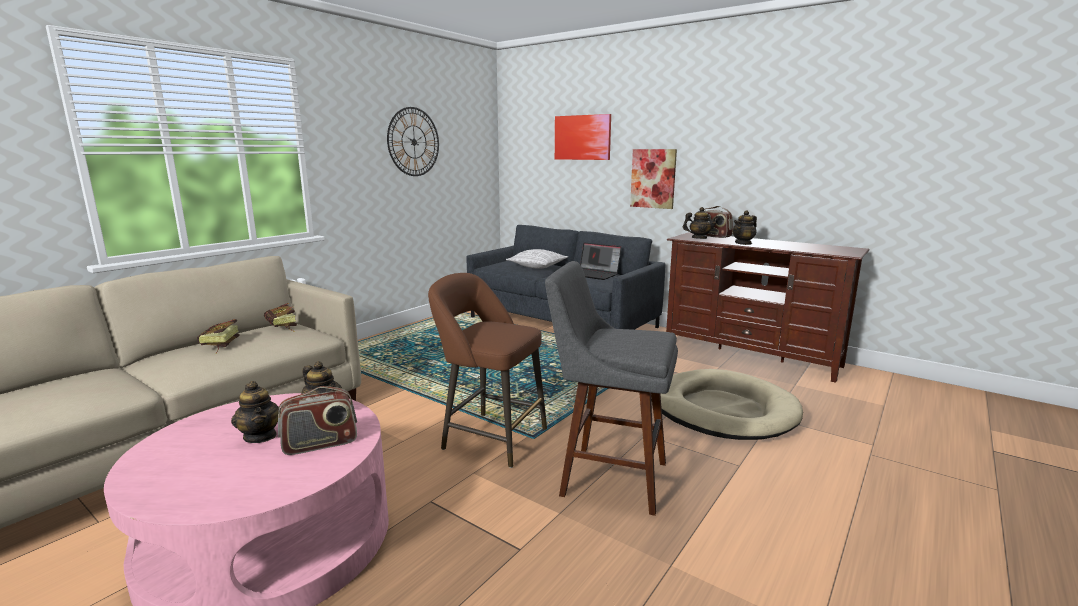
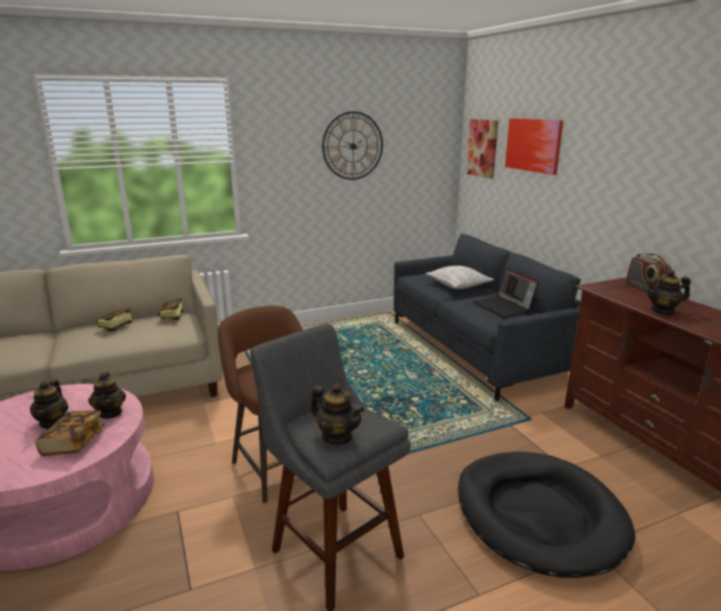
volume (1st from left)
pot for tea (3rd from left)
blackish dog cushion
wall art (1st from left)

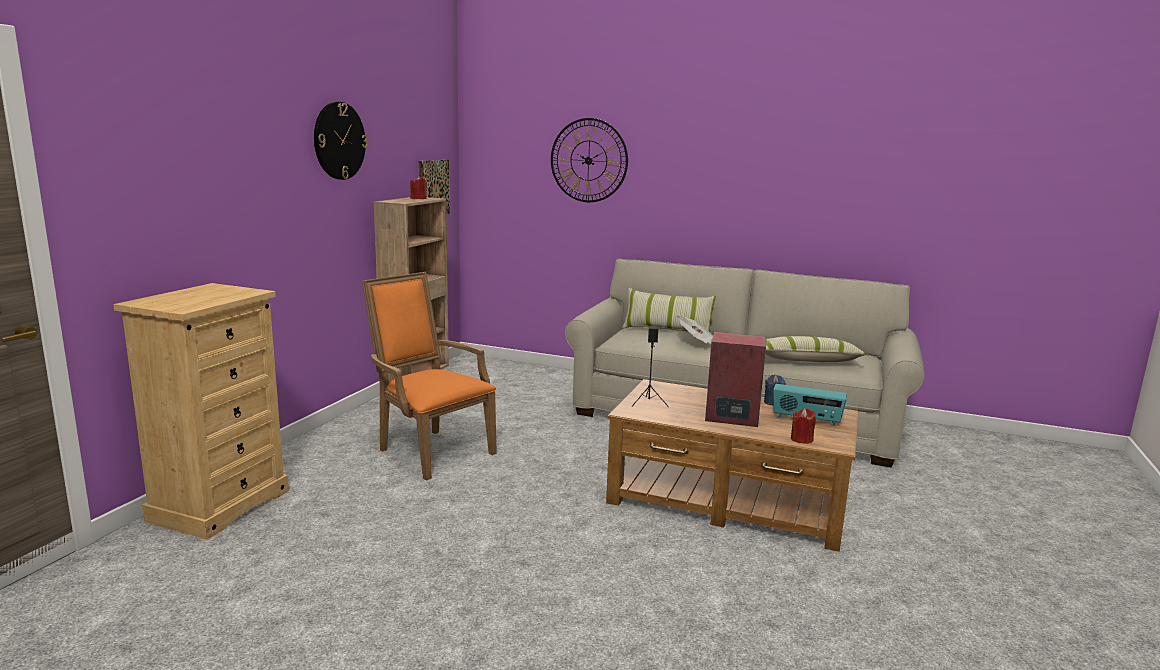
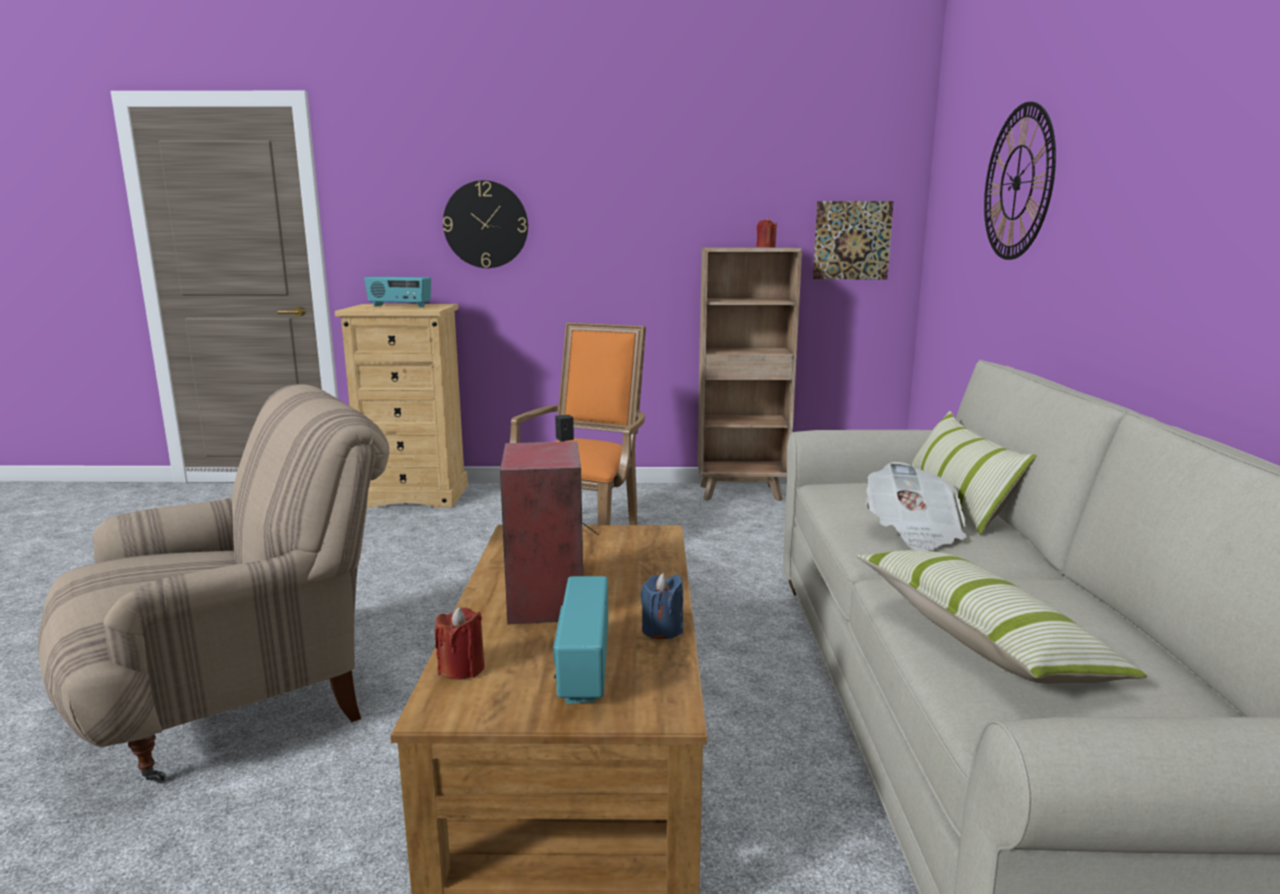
sand-coloured easy chair
radio (1st from left)
clock on the wall (1st from left)

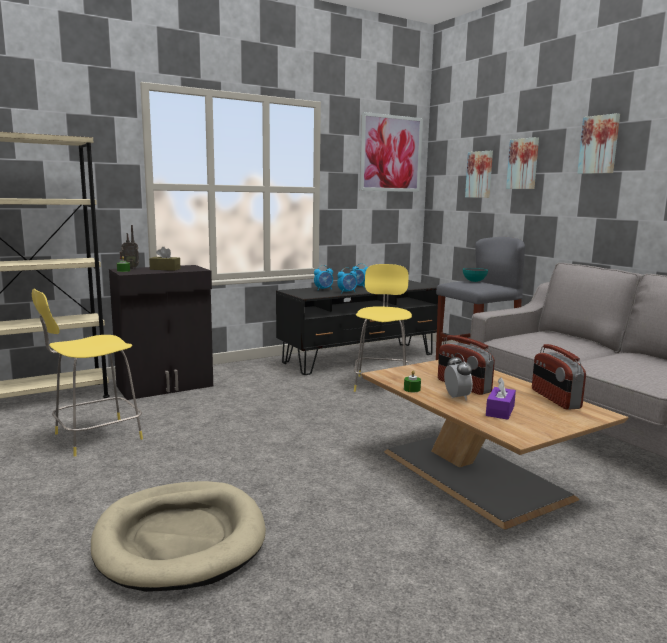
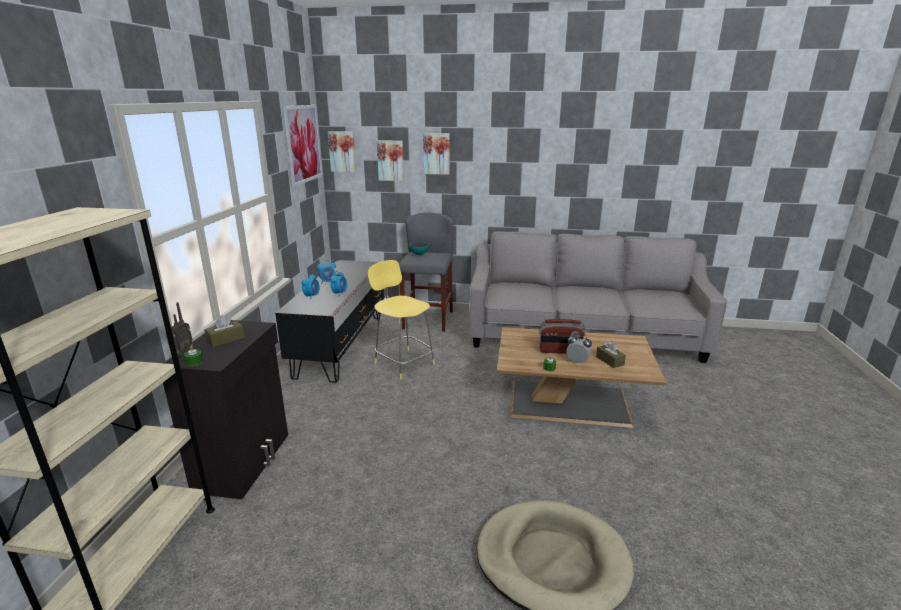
wall art (2nd from left)
brown-coloured tissue holder (2nd from left)
yellow stool seat (1st from left in the first image)
radio (3rd from left in the first image)

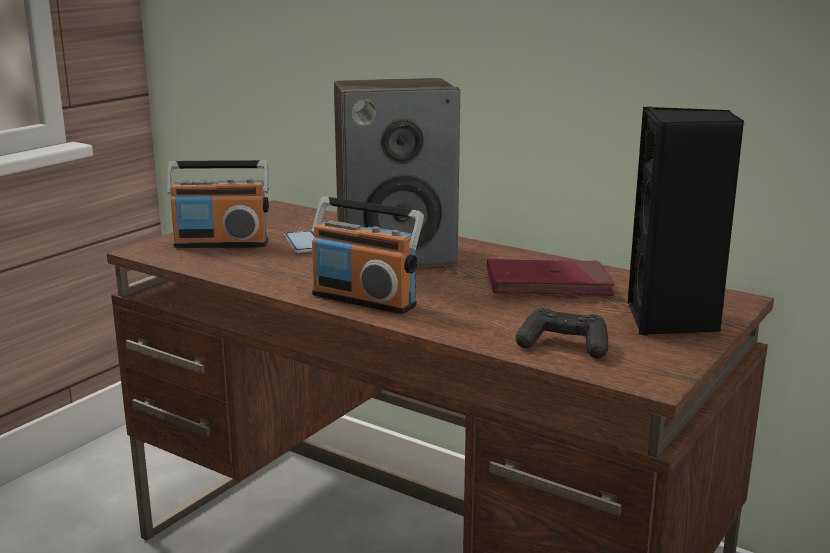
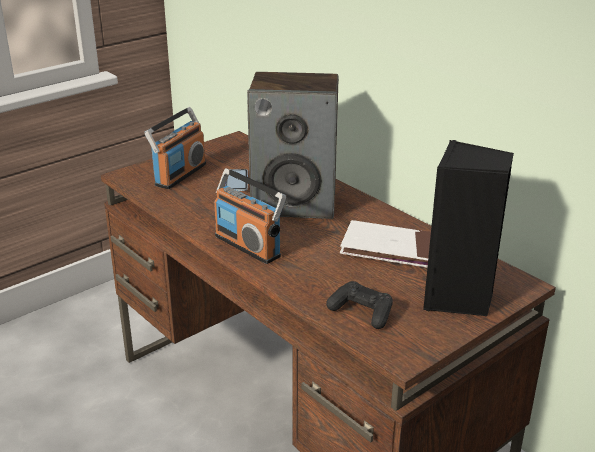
radio (1st from left)
whitish volume

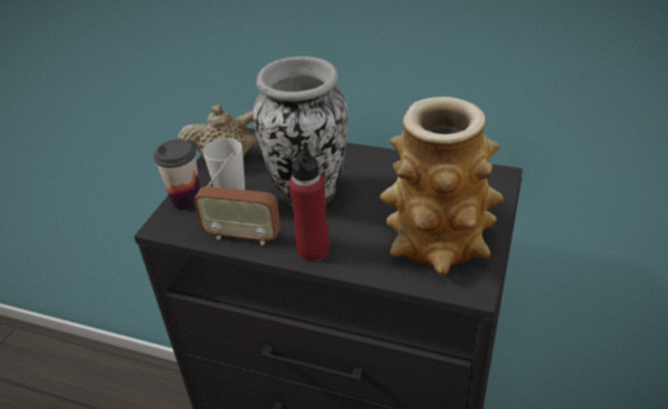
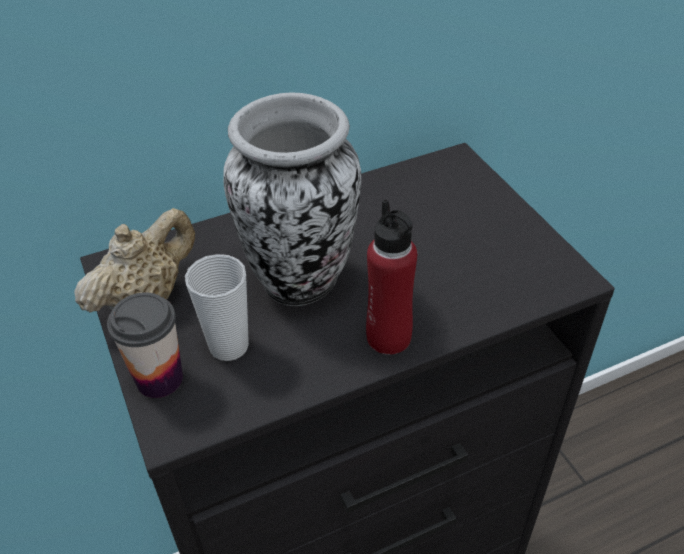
radio
vase (2nd from left in the first image)

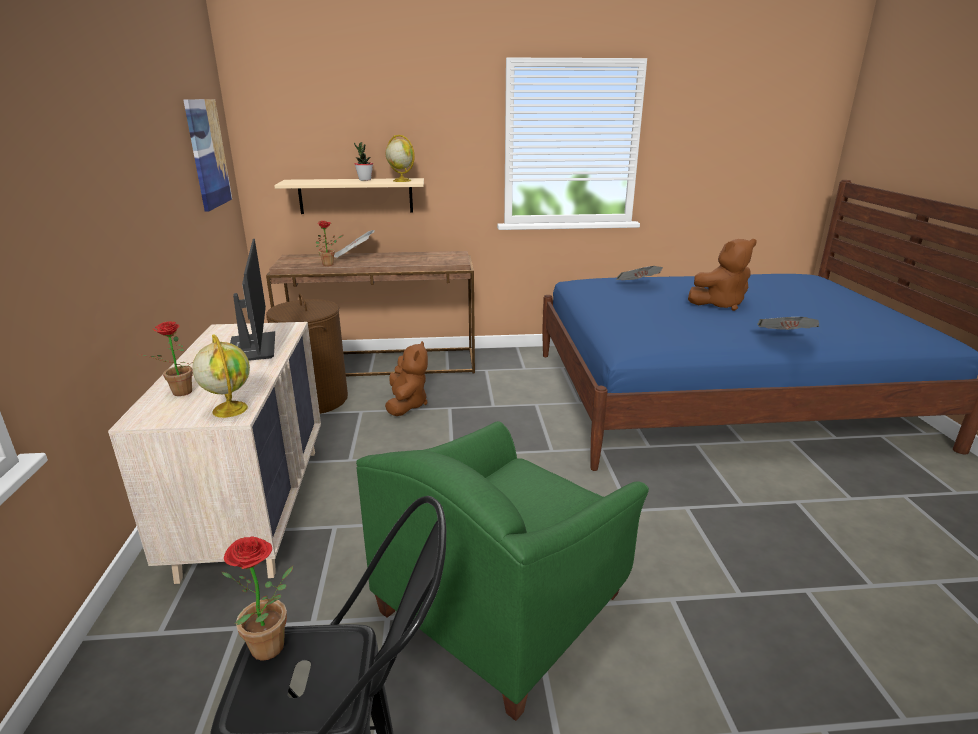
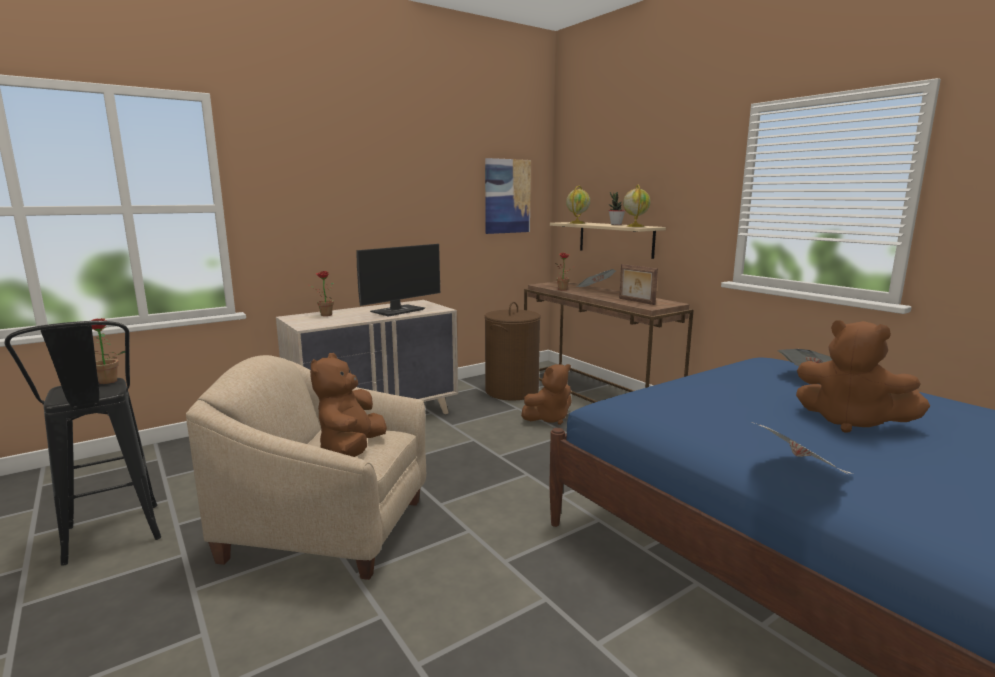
sand-coloured easy chair
brown-coloured soft toy (1st from left)
globe (1st from left)
picture frame

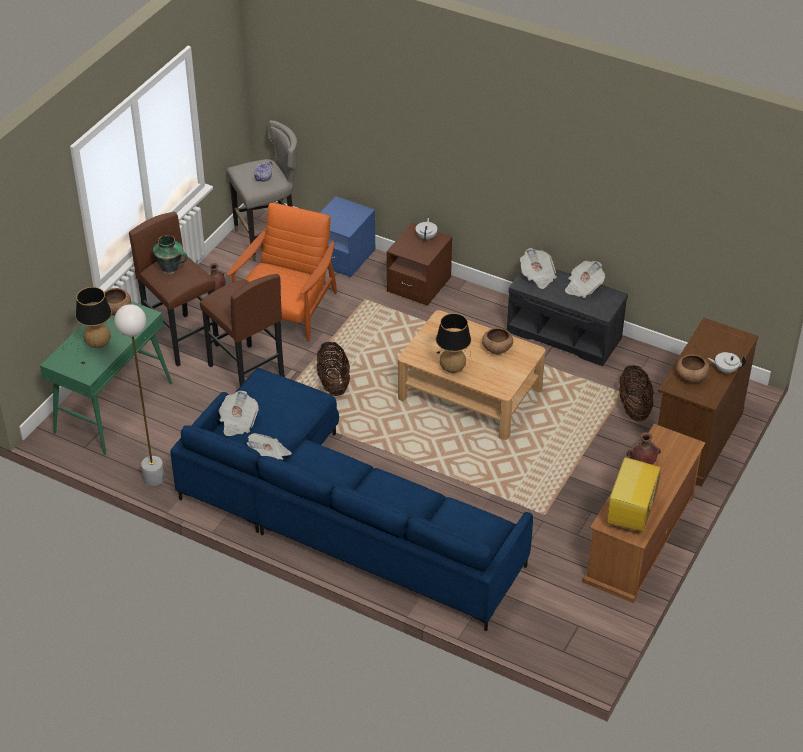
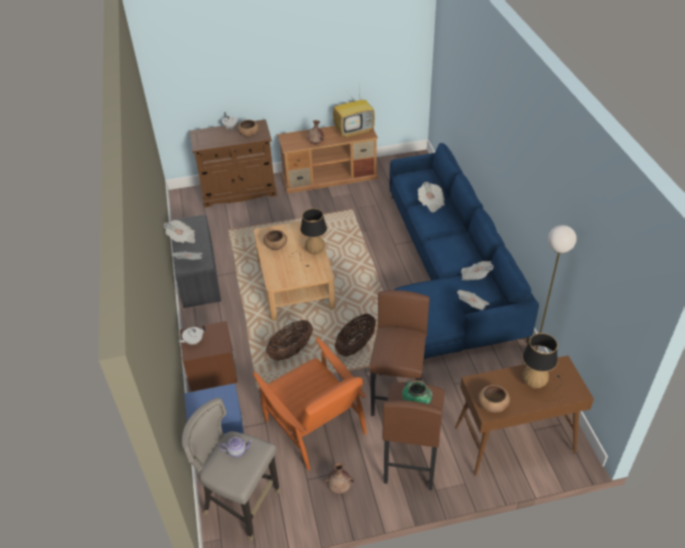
orangey easy chair
household basket (1st from left)
printed paper (3rd from left)
brown-coloured console table

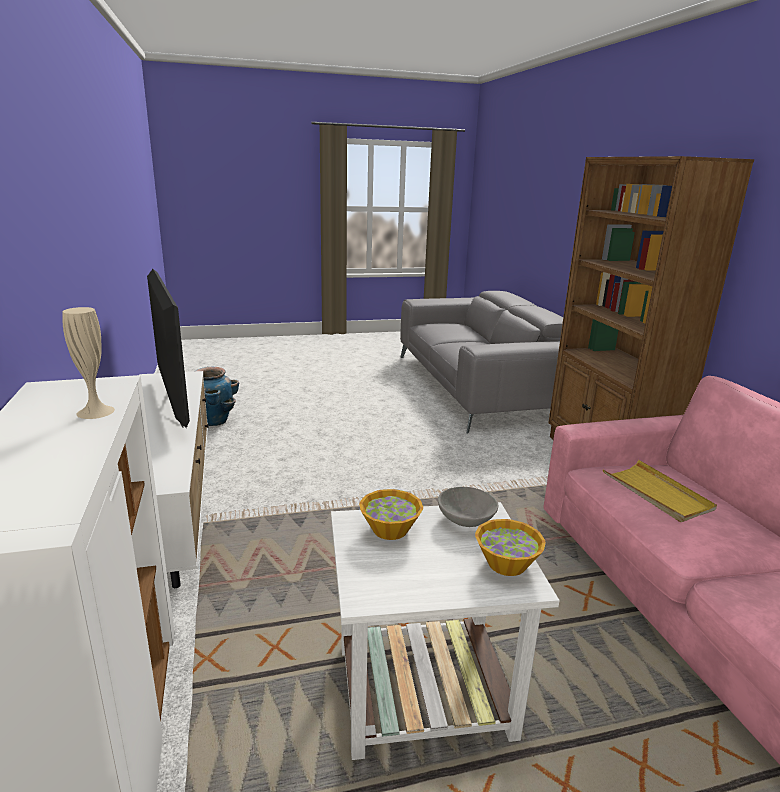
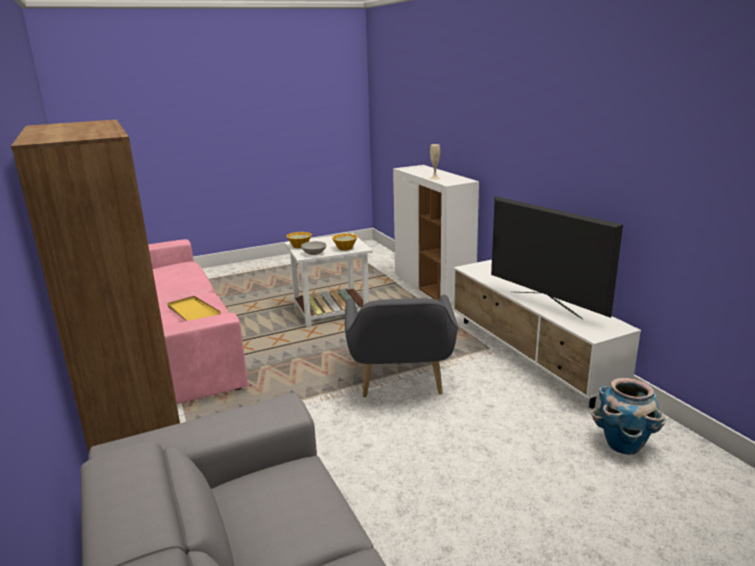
grey easy chair

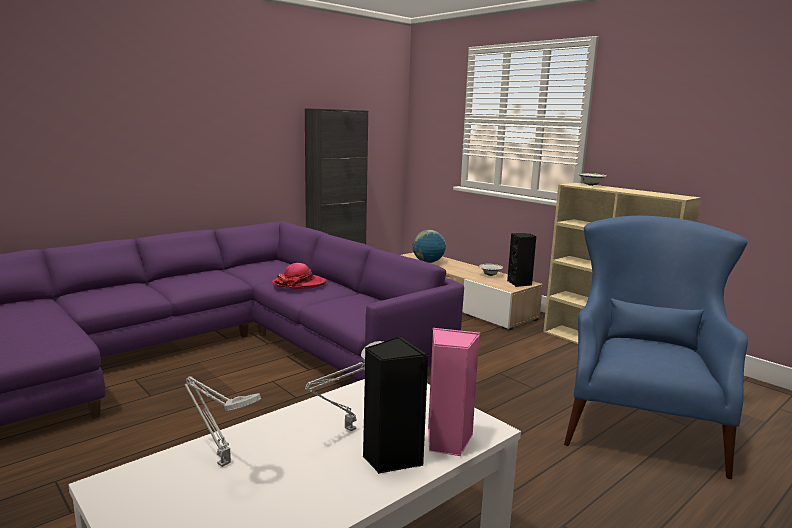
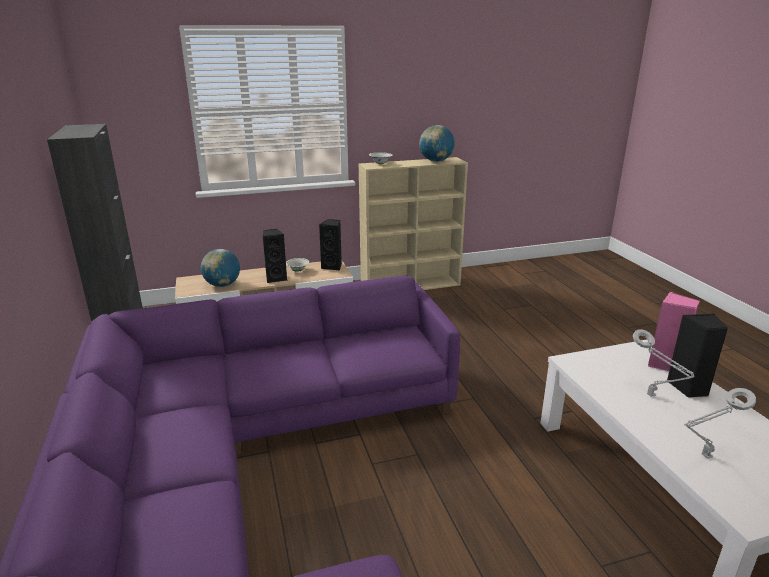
blackish loudspeaker (1st from left)
globe (2nd from left)
wearable hat
blue-coloured easy chair

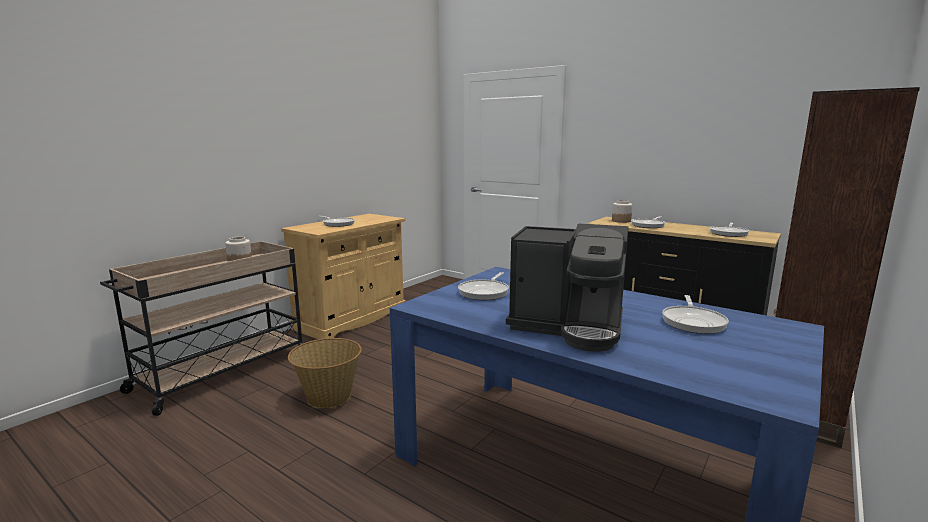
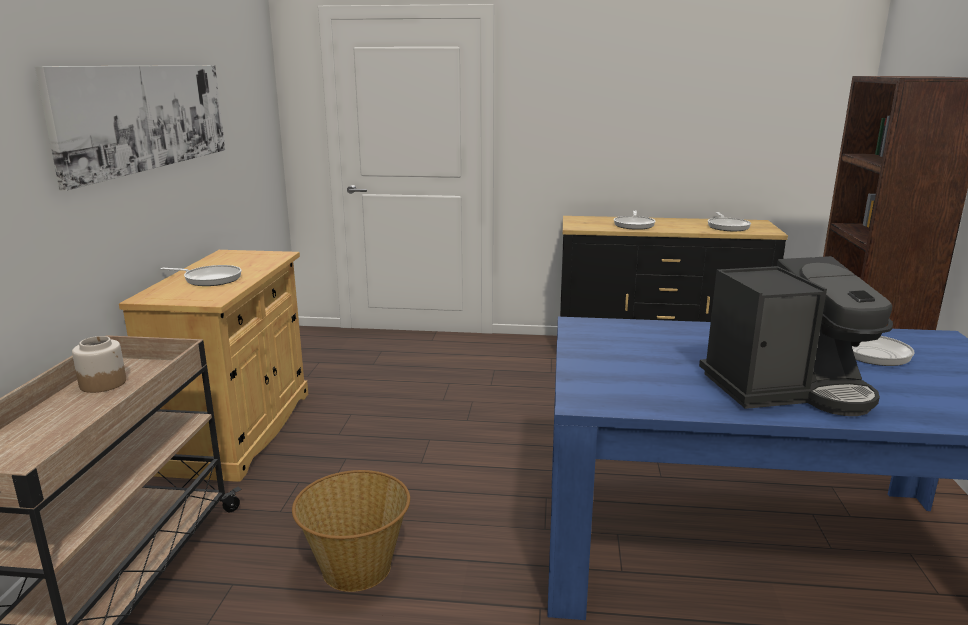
wall art
pan (2nd from left in the first image)
preserve jar (2nd from left in the first image)

